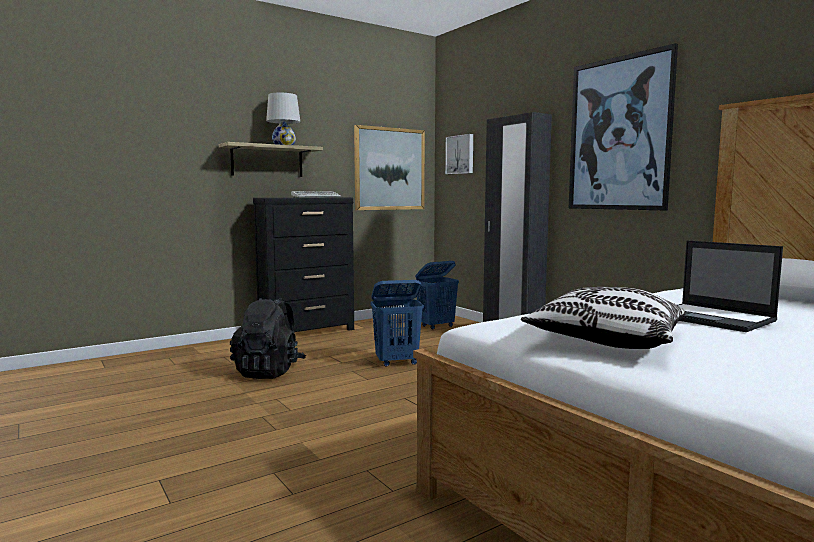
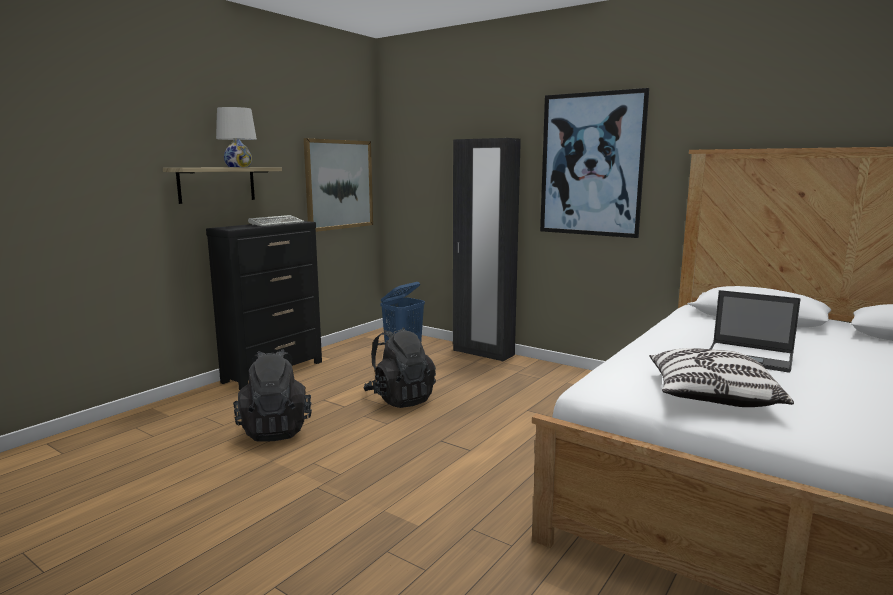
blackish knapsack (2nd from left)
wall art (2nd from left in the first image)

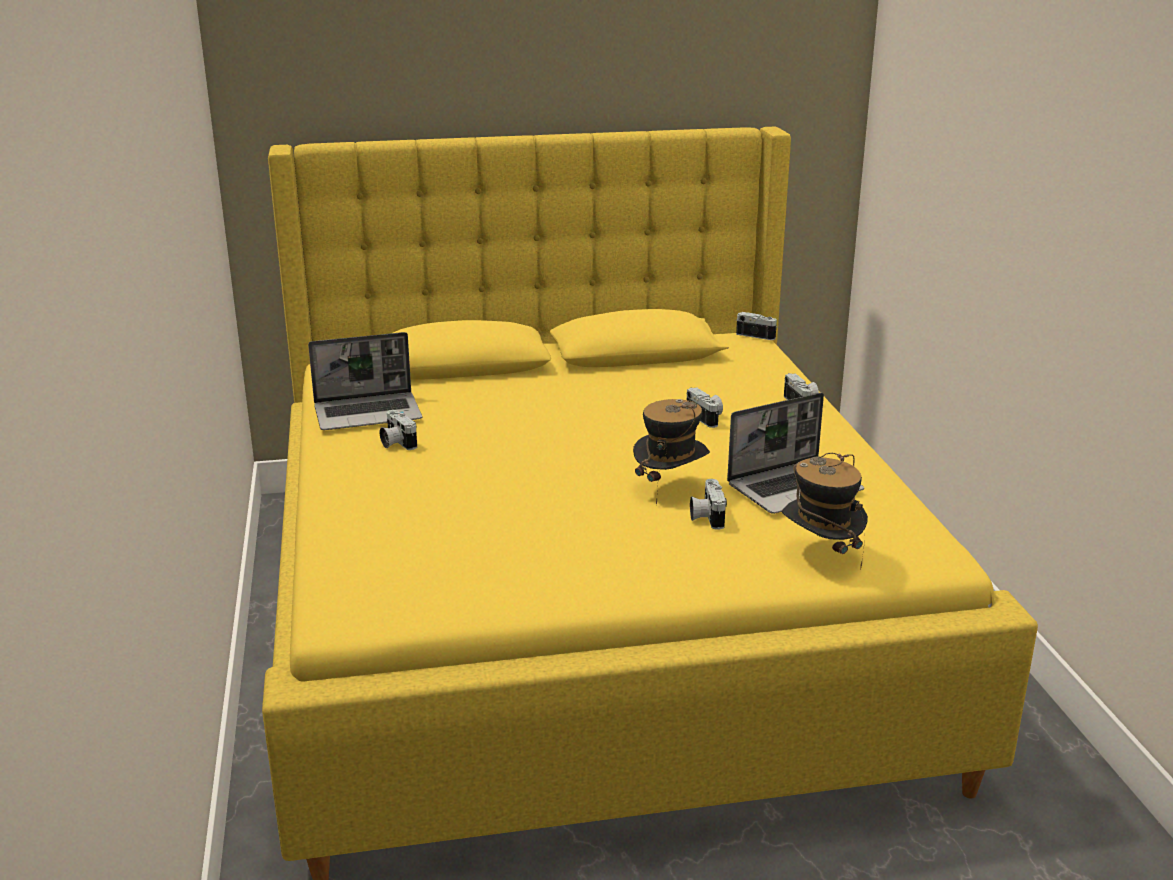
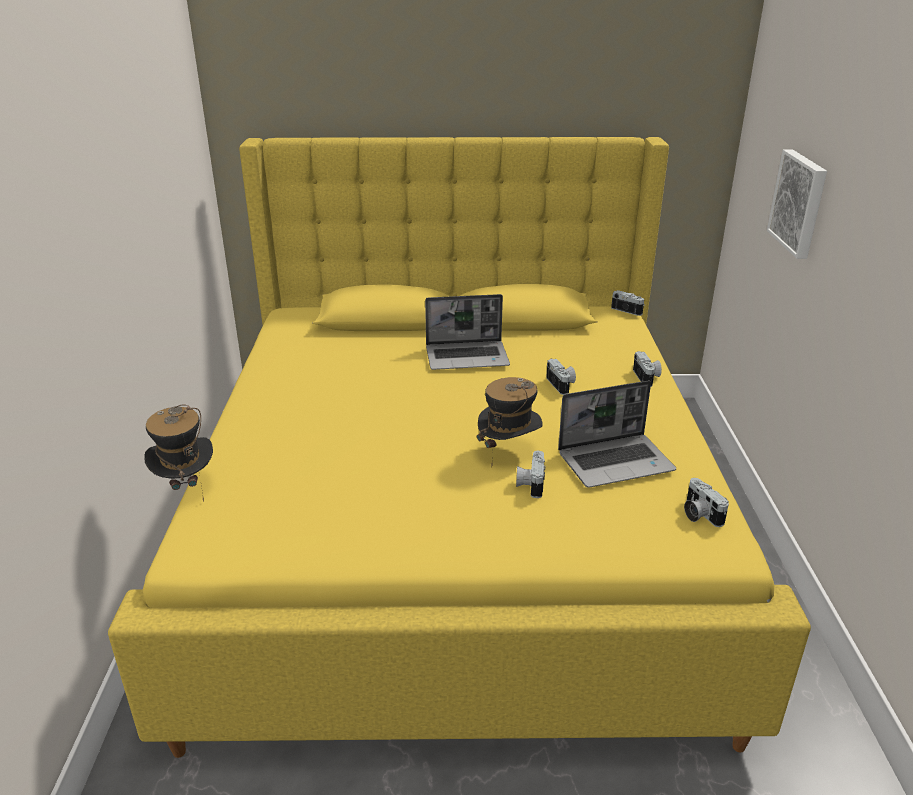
wearable hat (1st from left)
notebook computer (1st from left)
still camera (5th from left)
wall art

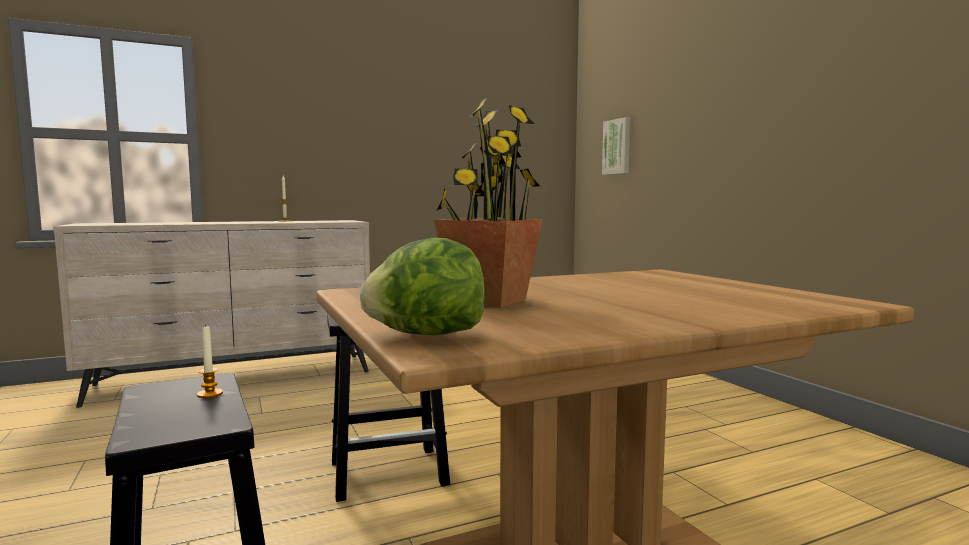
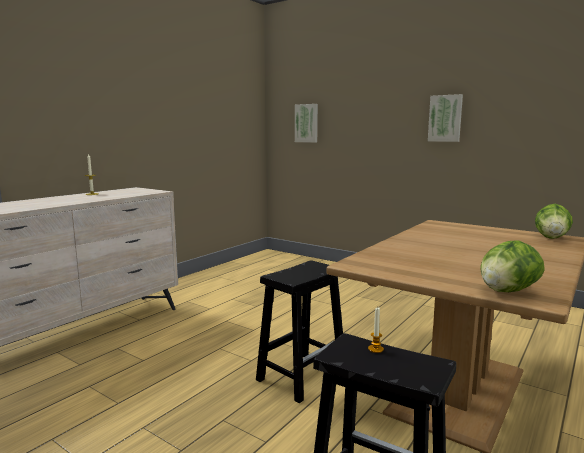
wall art (2nd from left)
lettuce (2nd from left)
houseplant

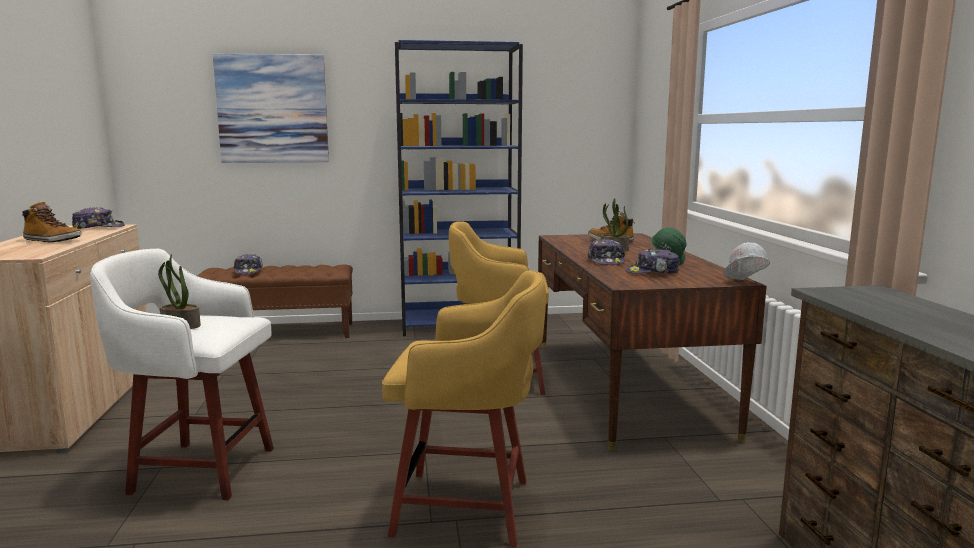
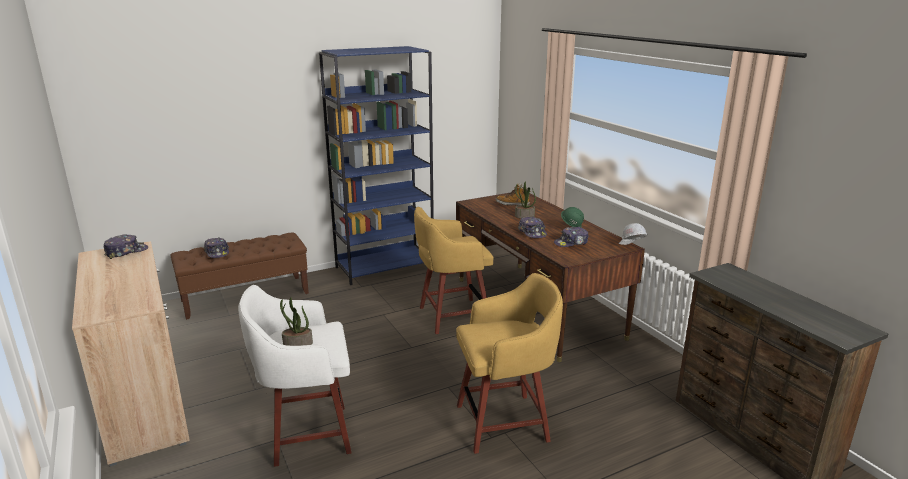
tall boot (1st from left in the first image)
wall art

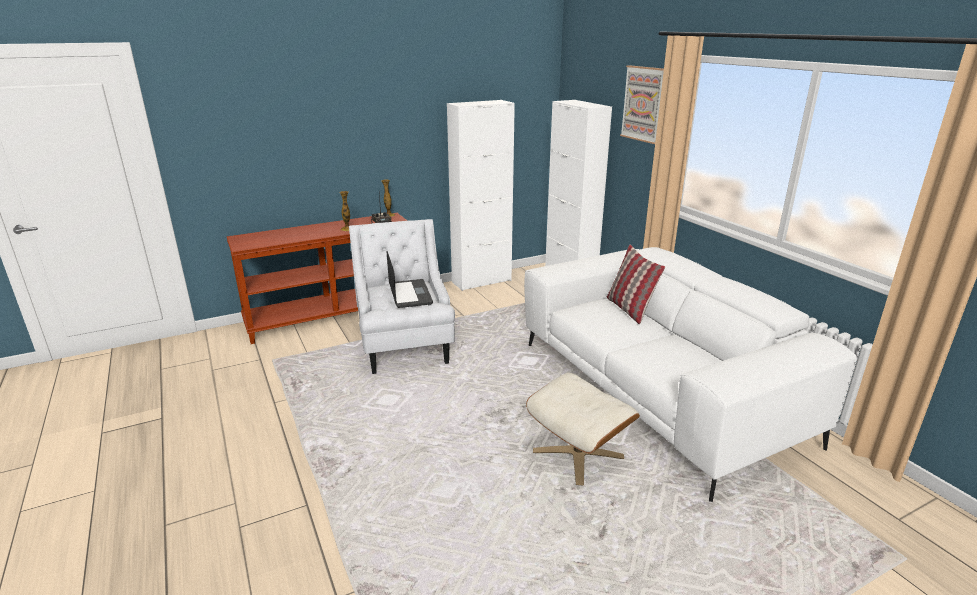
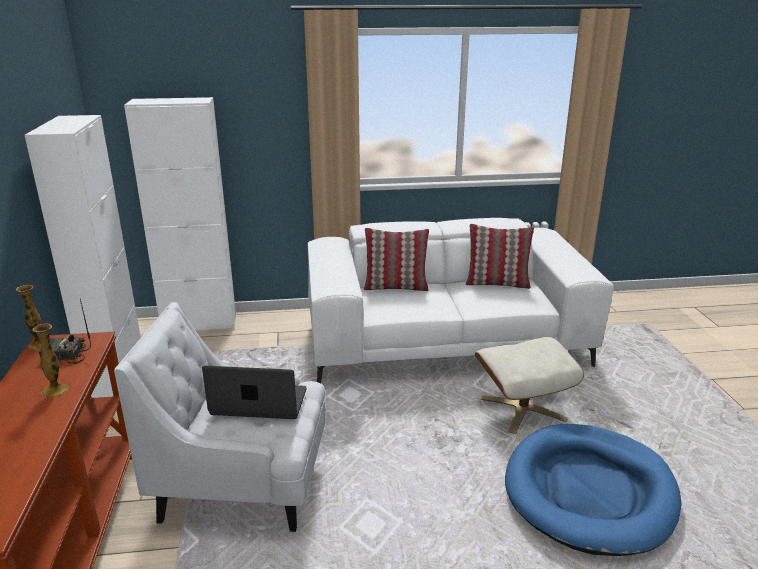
cushion (2nd from left)
blue-coloured dog cushion
wall art

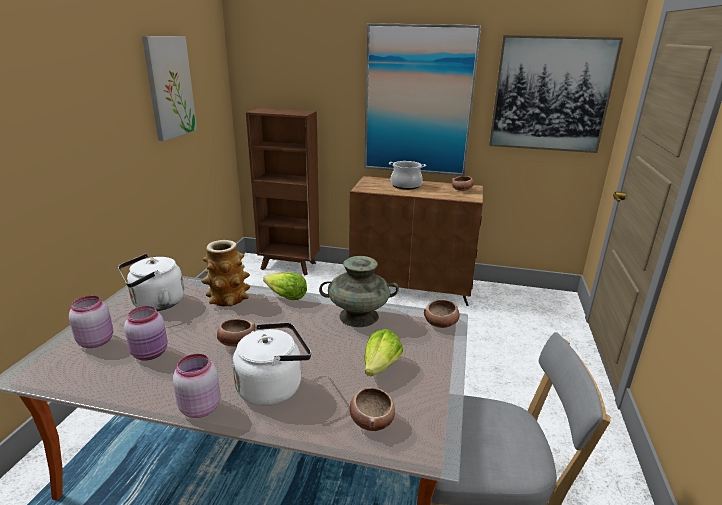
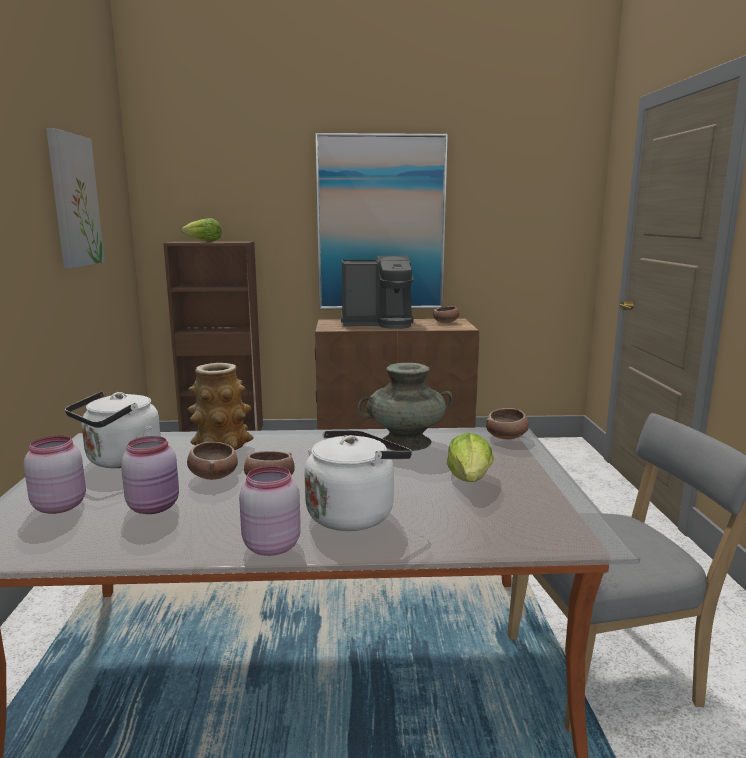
lettuce (1st from left)
bowl (1st from left)
coffee machine
wall art (3rd from left in the first image)

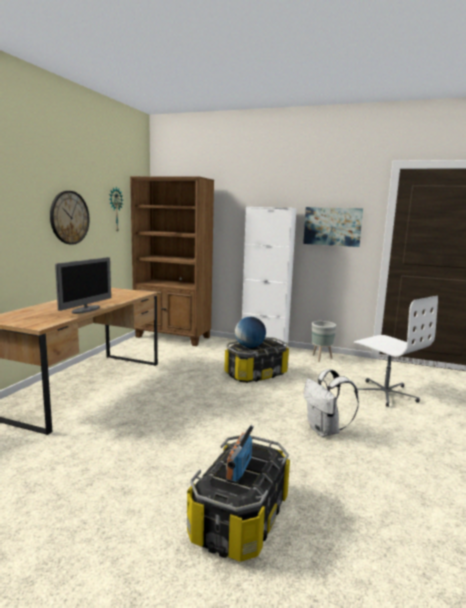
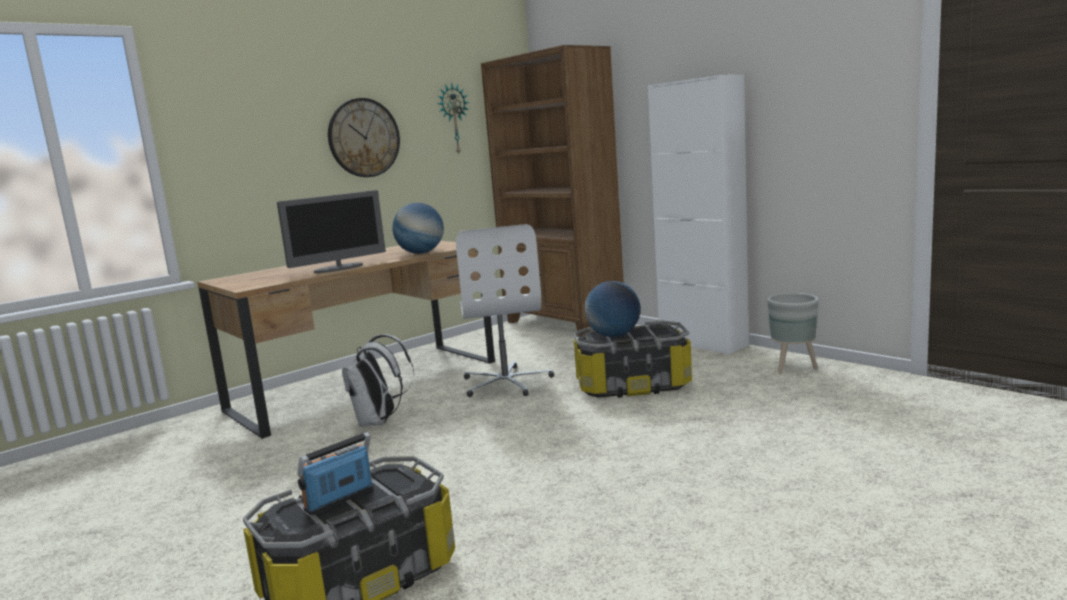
whitish knapsack
globe (1st from left)
whitish computer chair
wall art

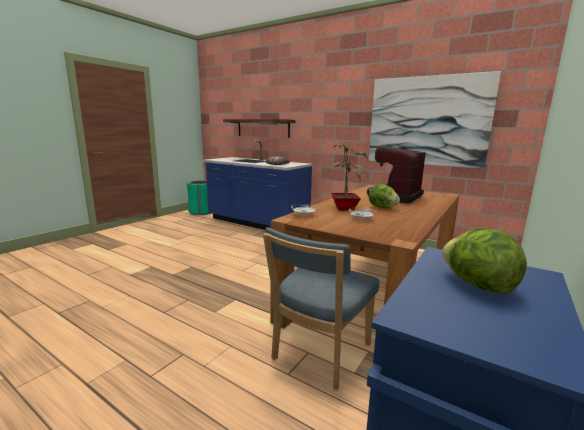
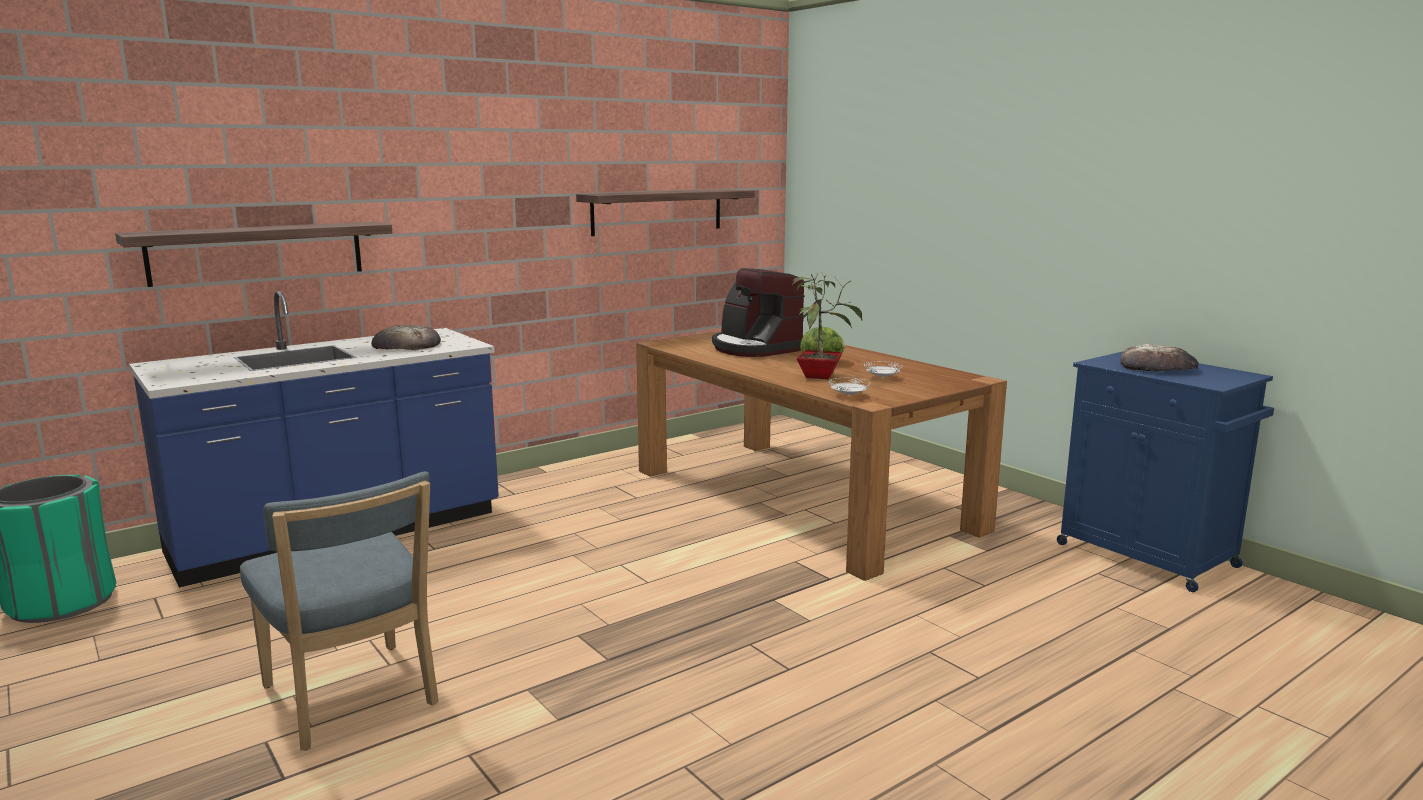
blue-coloured upright chair
wall shelf (2nd from left)
bakery bread (2nd from left)

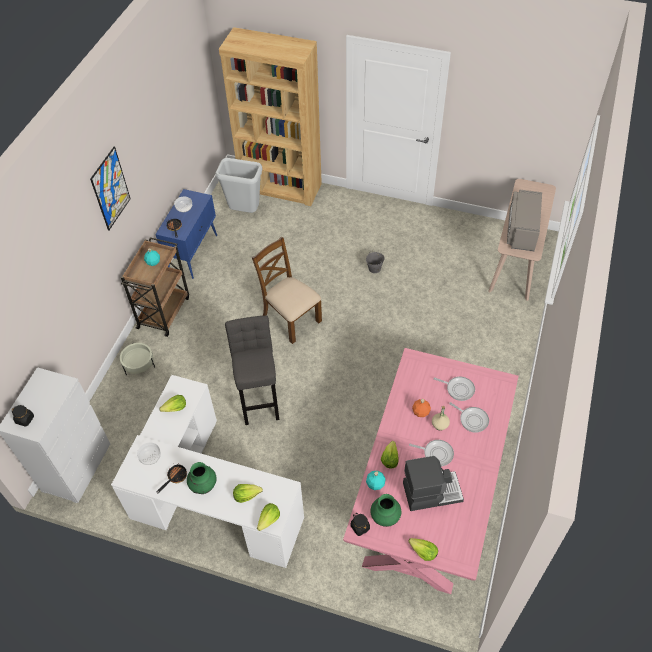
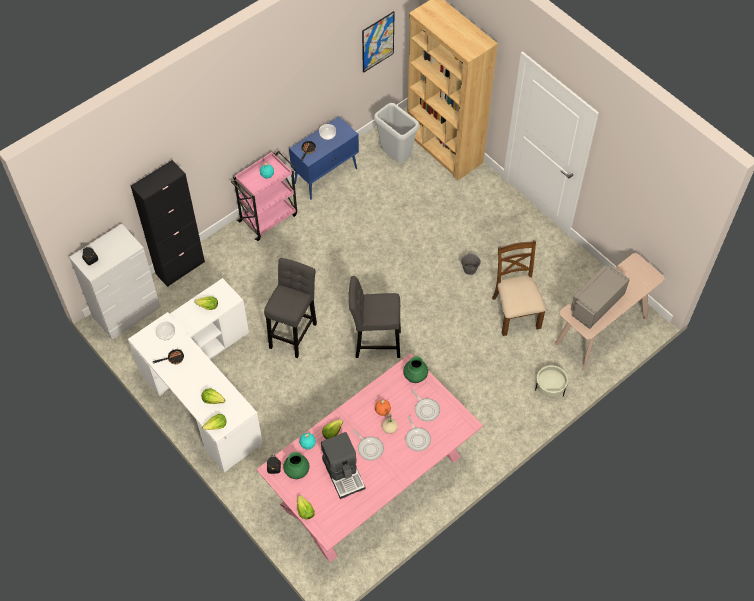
blackish cabinet
pink-coloured wheeled cart
coffee machine
grey stool seat (2nd from left)
wall art
greenish vase (2nd from left)
brown-coloured upright chair
sand-coloured flower pot

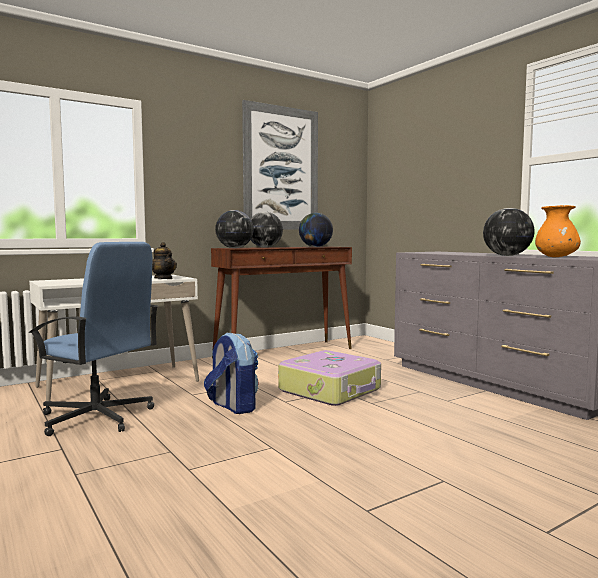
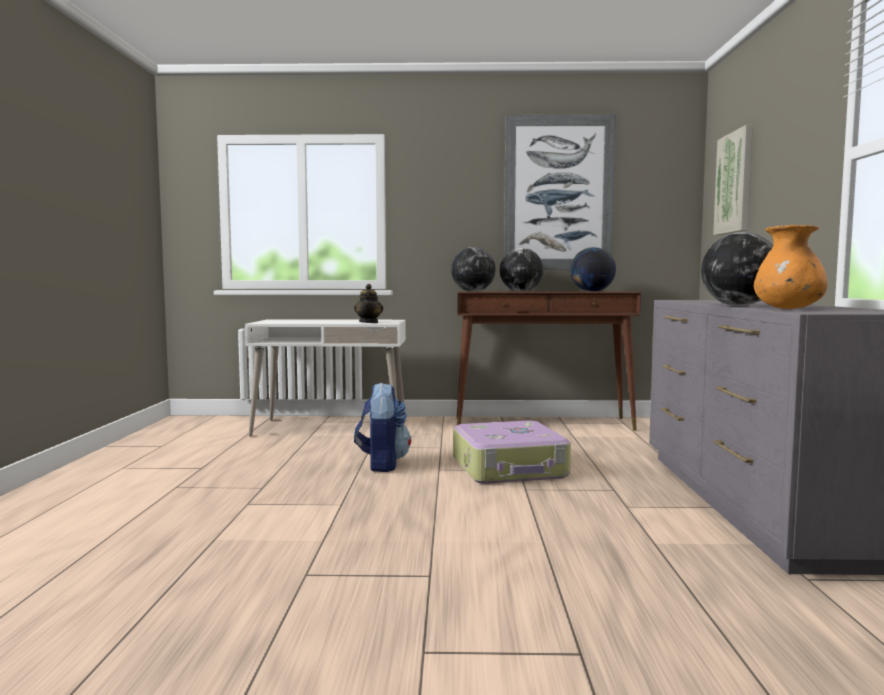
wall art (2nd from left)
blue-coloured computer chair

